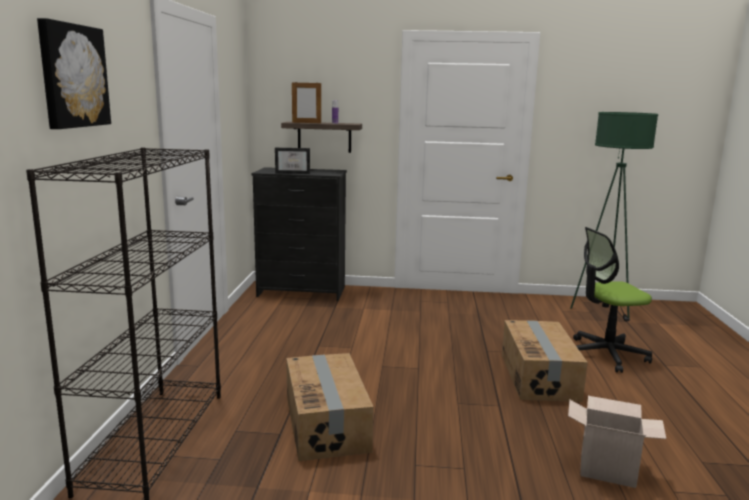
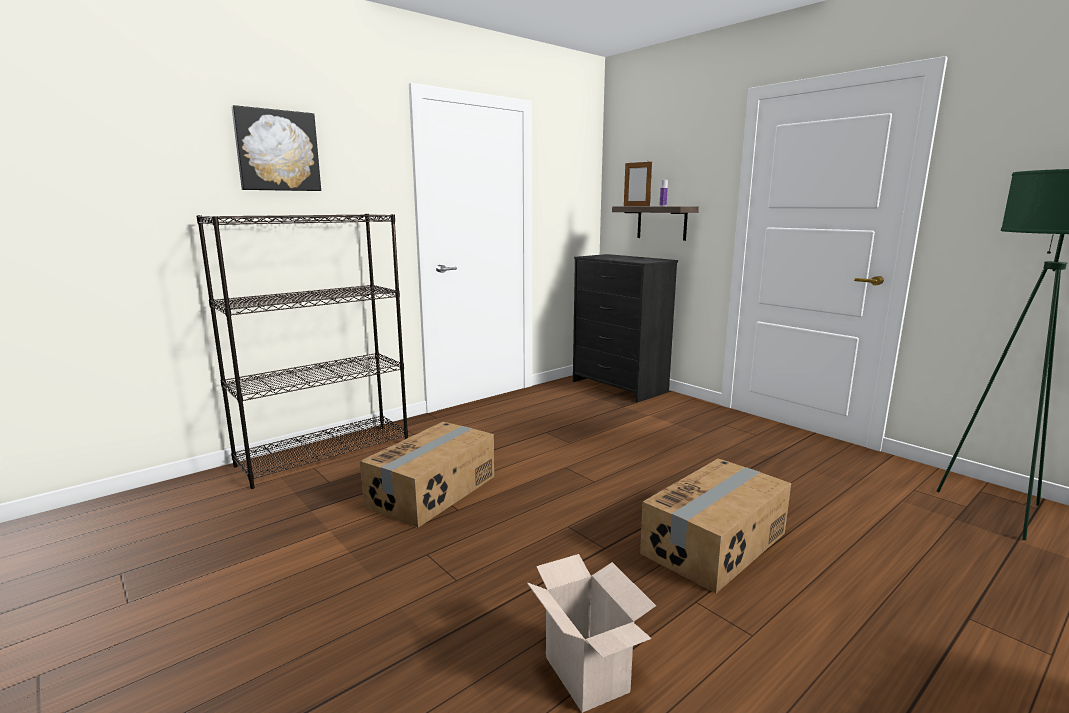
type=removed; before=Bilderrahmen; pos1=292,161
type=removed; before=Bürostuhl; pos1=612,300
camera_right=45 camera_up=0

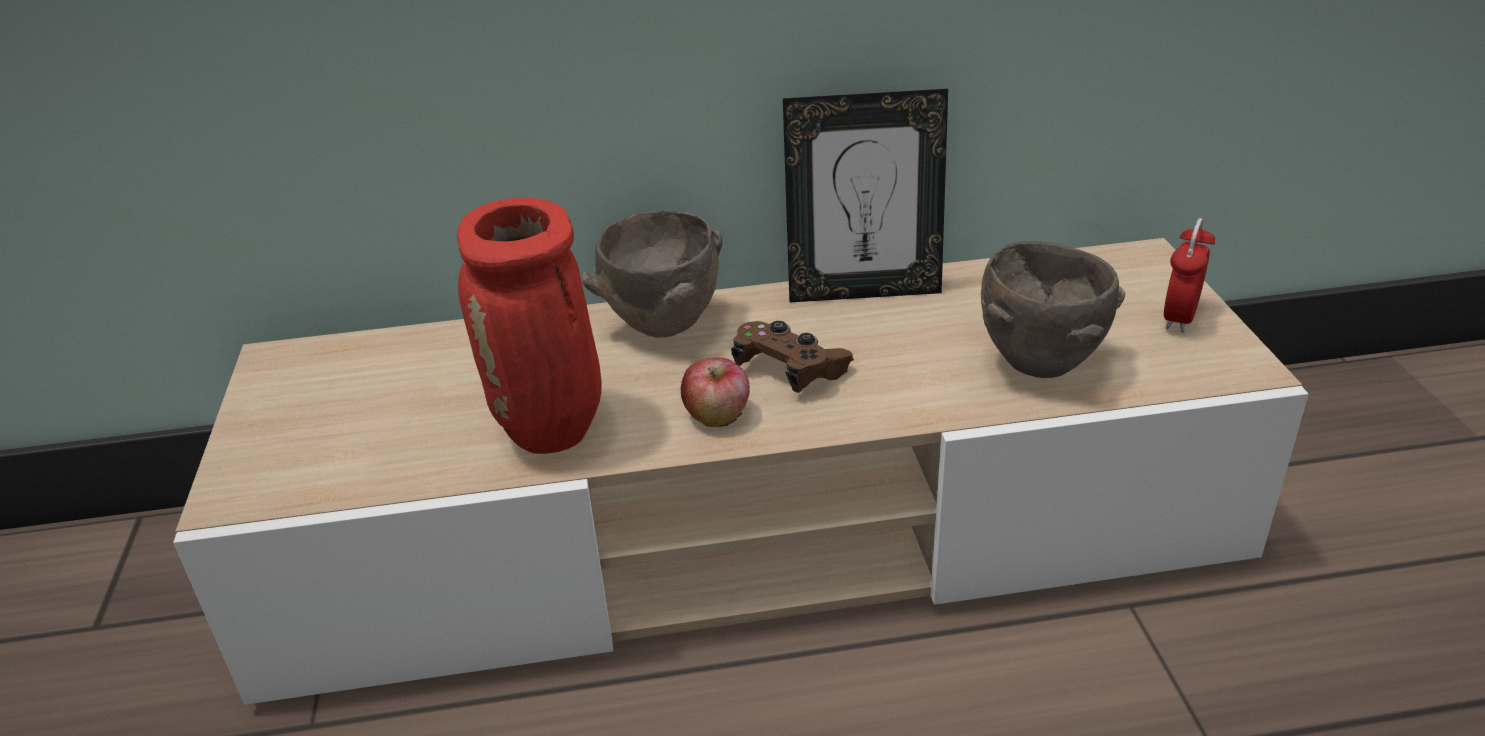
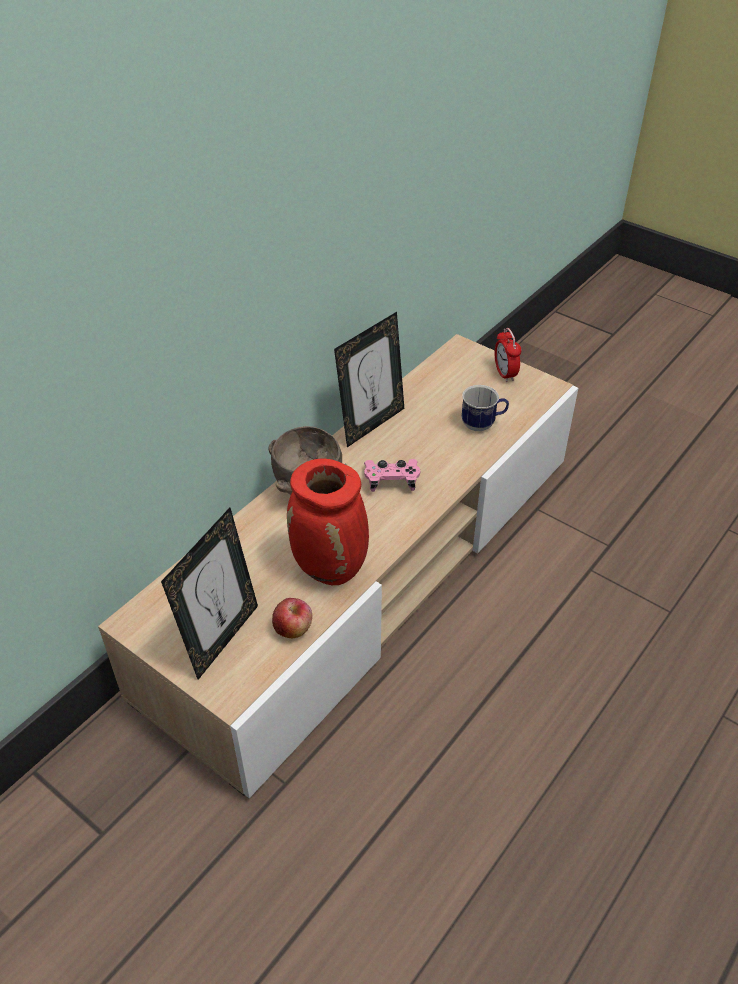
type=added; after=Bilderrahmen; pos2=209,593
type=moved; before=Apfel; pos1=715,392; pos2=292,618
type=recoloured; before=Gamepad [braun]; after=Gamepad [rosa]; pos1=792,357; pos2=392,475
type=replaced; before=Schüssel [braun]; after=Henkelbecher; pos1=1053,309; pos2=485,408
camera_right=-45 camera_up=10

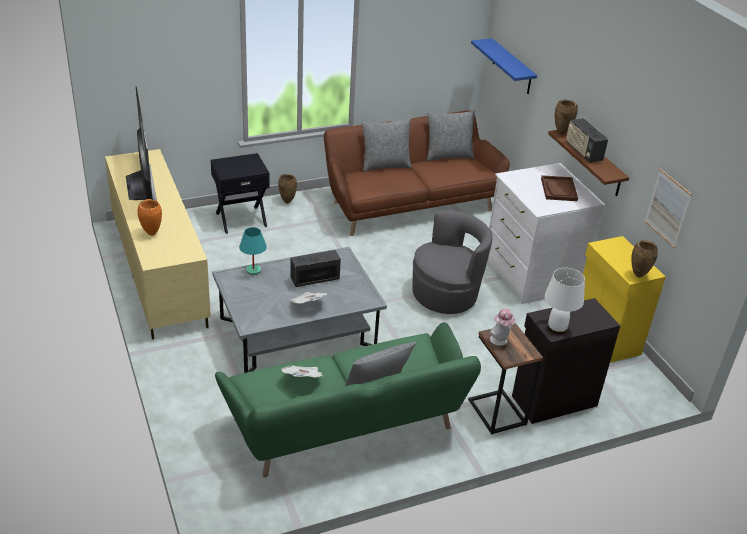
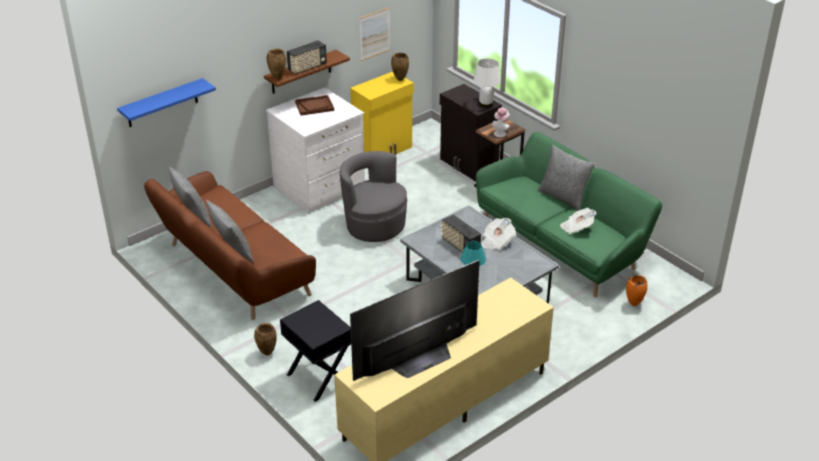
type=moved; before=Vase [orange]; pos1=149,217; pos2=637,290
camera_right=-105 camera_up=0

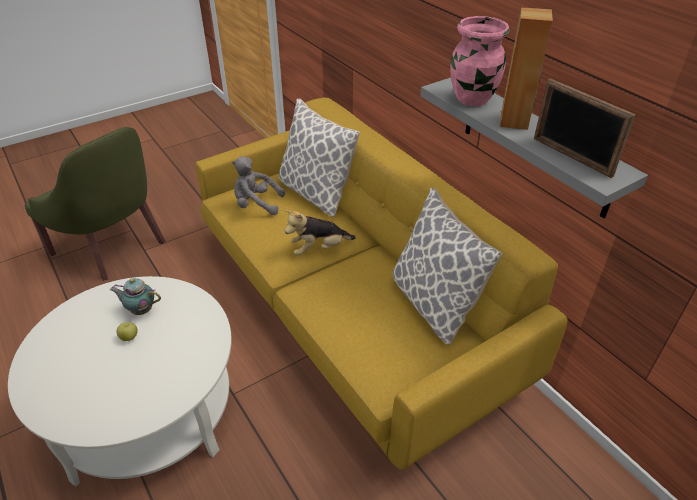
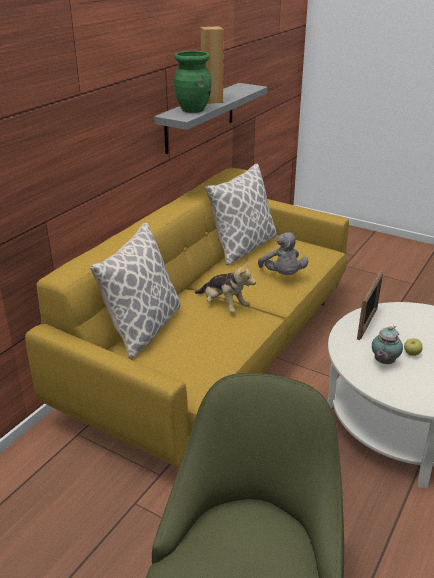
type=recoloured; before=Vase [rosa]; after=Vase [grün]; pos1=480,61; pos2=192,82
type=moved; before=Plüschtier [grau]; pos1=258,185; pos2=283,253
type=moved; before=Bilderrahmen; pos1=585,128; pos2=370,305
type=turned; before=Teekanne; pos1=135,296; pos2=387,345; turn=45
camera_right=-115 camera_up=-10

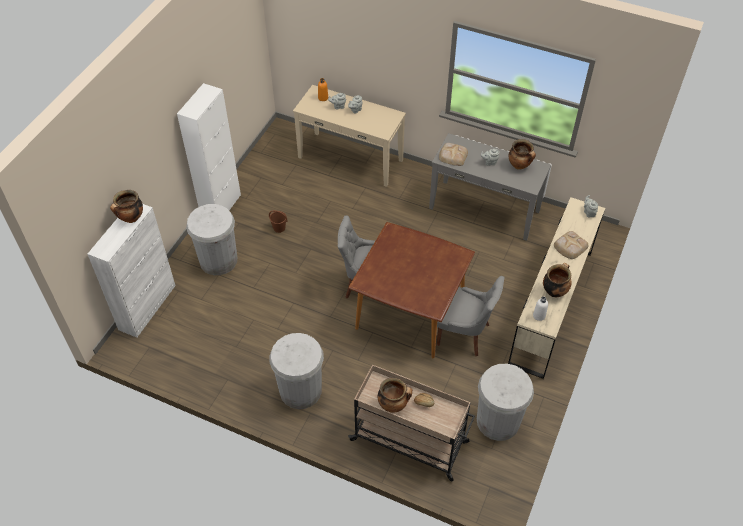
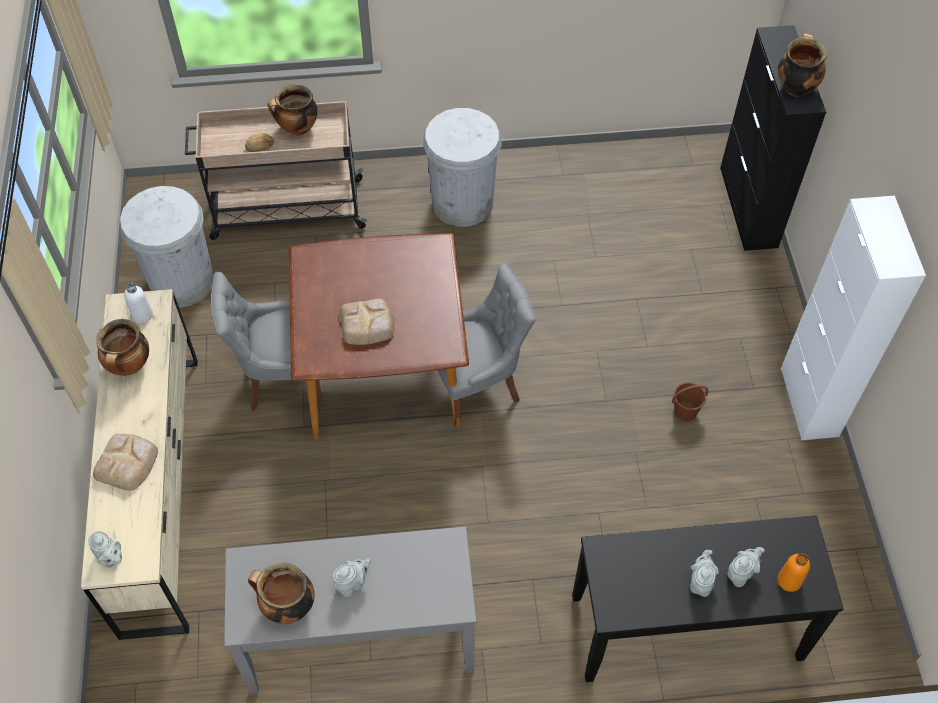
type=moved; before=Brot; pos1=453,154; pos2=367,322
type=recoloured; before=Konsolentisch [beige]; after=Konsolentisch [schwarz]; pos1=349,136; pos2=708,598
type=recoloured; before=Schrank [weiß]; after=Schrank [schwarz]; pos1=132,271; pos2=773,138
type=removed; before=Mülleimer [weiß]; pos1=211,239
camera_right=150 camera_up=5

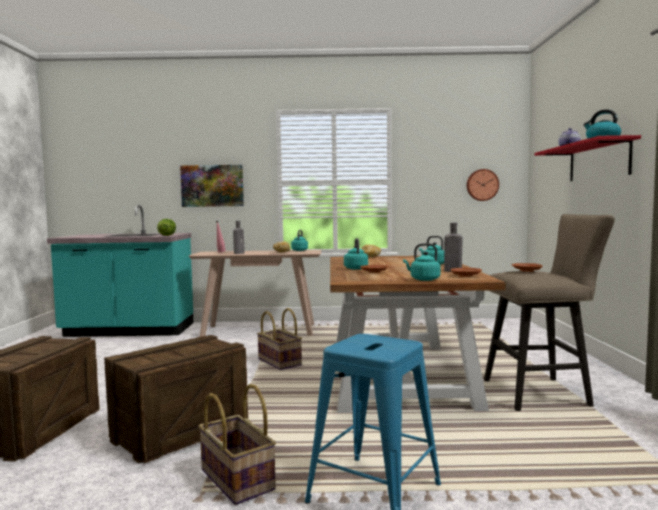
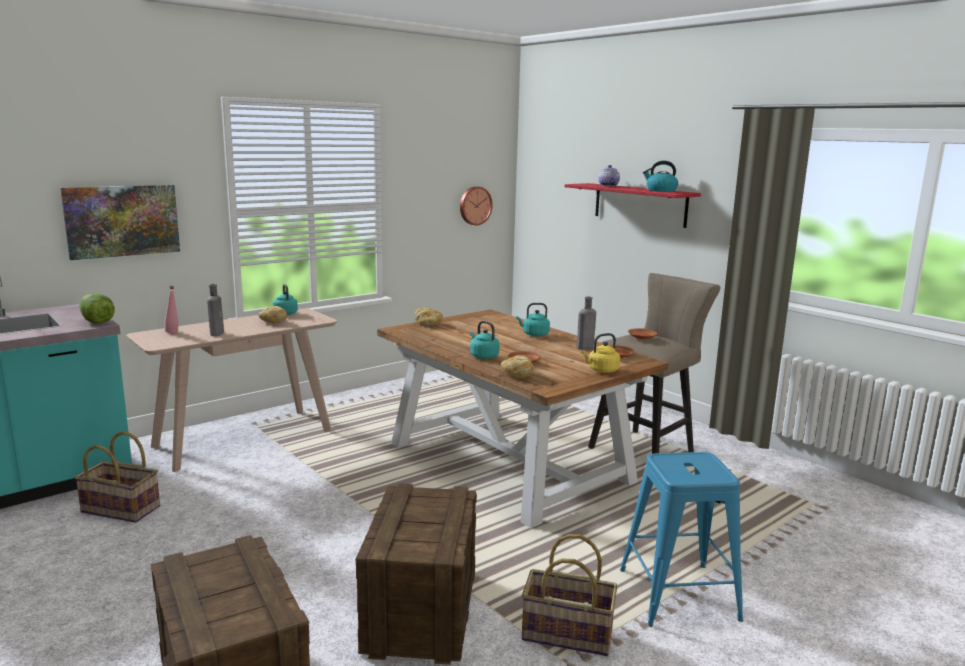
type=moved; before=Korb; pos1=279,339; pos2=117,477
type=added; after=Brot; pos2=517,366
type=recoloured; before=Wasserkessel [türkis]; after=Wasserkessel [gelb]; pos1=422,262; pos2=601,353
camera_right=-40 camera_up=10

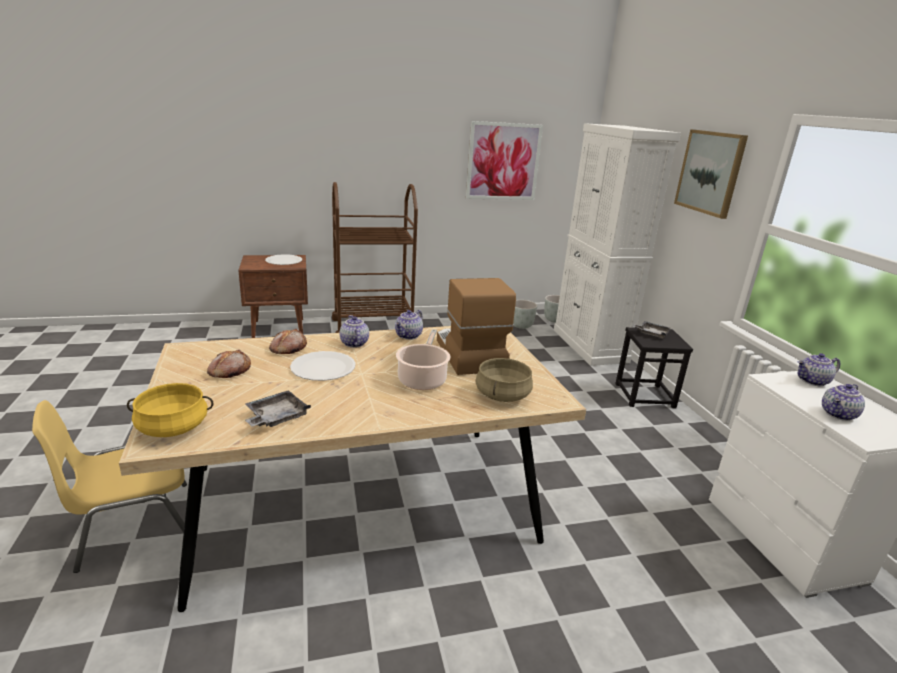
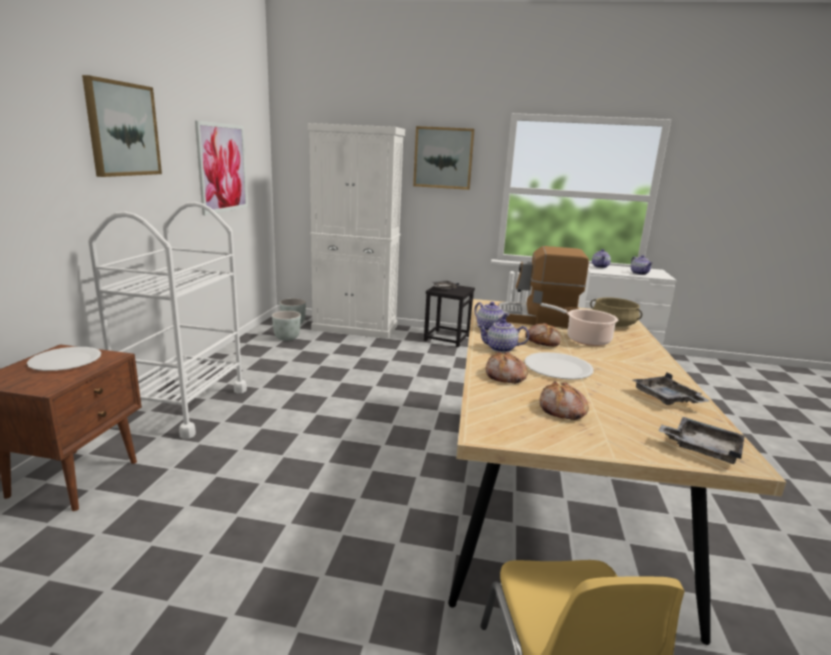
type=added; after=Bild; pos2=122,126
type=recoloured; before=Rollwagen [braun]; after=Rollwagen [weiß]; pos1=375,257; pos2=167,320
type=added; after=Brot; pos2=543,334
type=replaced; before=Kochtopf [gelb]; after=Tablett [grau]; pos1=170,410; pos2=701,440
camera_right=-65 camera_up=-5

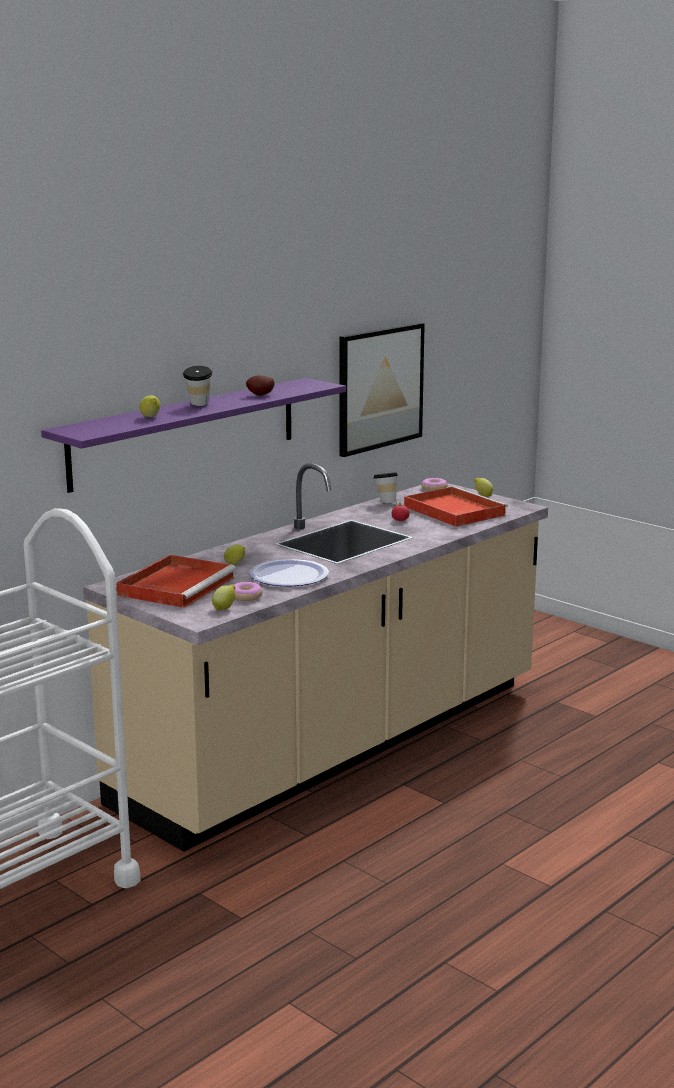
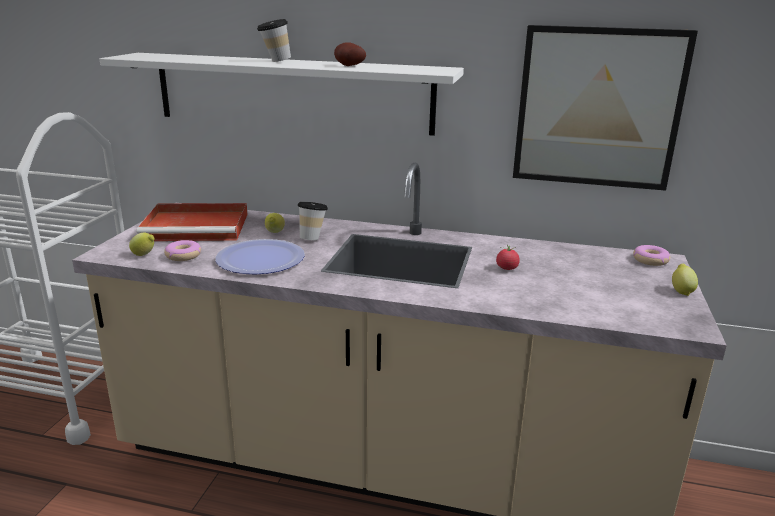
type=recoloured; before=Wandregal [lila]; after=Wandregal [weiß]; pos1=193,435; pos2=282,94
type=moved; before=Tasse; pos1=385,487; pos2=313,221
type=removed; before=Zitrone; pos1=150,406
type=removed; before=Tablett [rot]; pos1=456,506
camera_right=60 camera_up=5

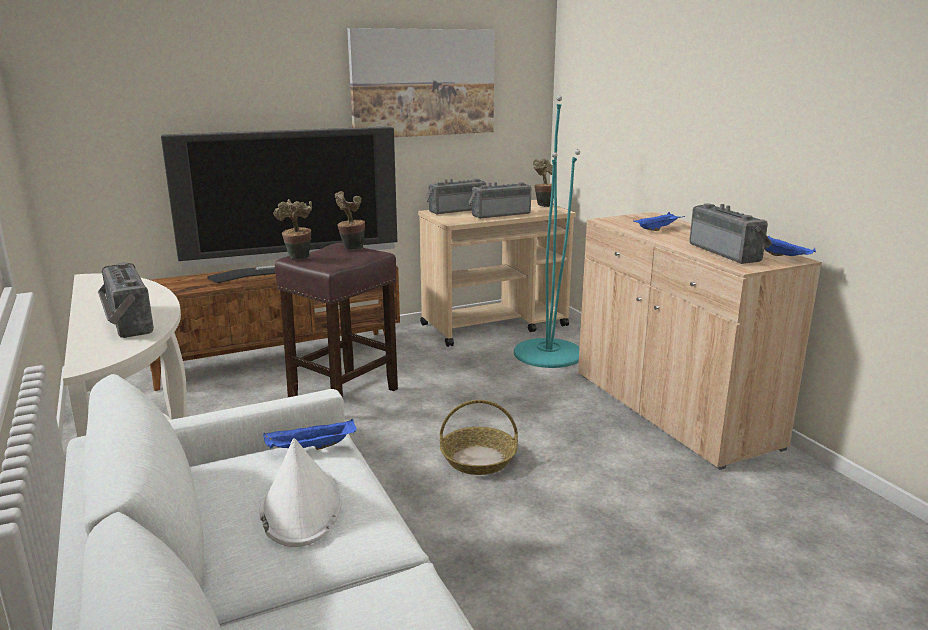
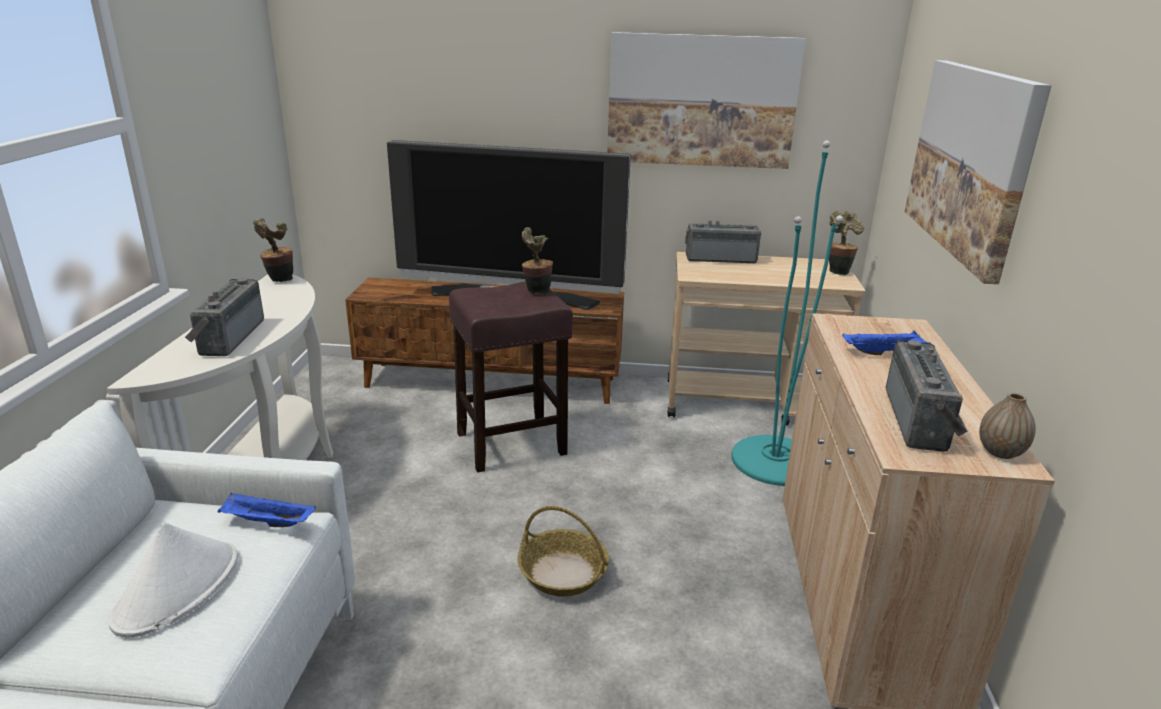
type=moved; before=Topfpflanze; pos1=293,229; pos2=273,250
type=added; after=Bild; pos2=978,172
type=replaced; before=Tablett [blau]; after=Vase; pos1=790,246; pos2=1007,426
type=removed; before=Radio; pos1=500,200
camera_right=30 camera_up=5

